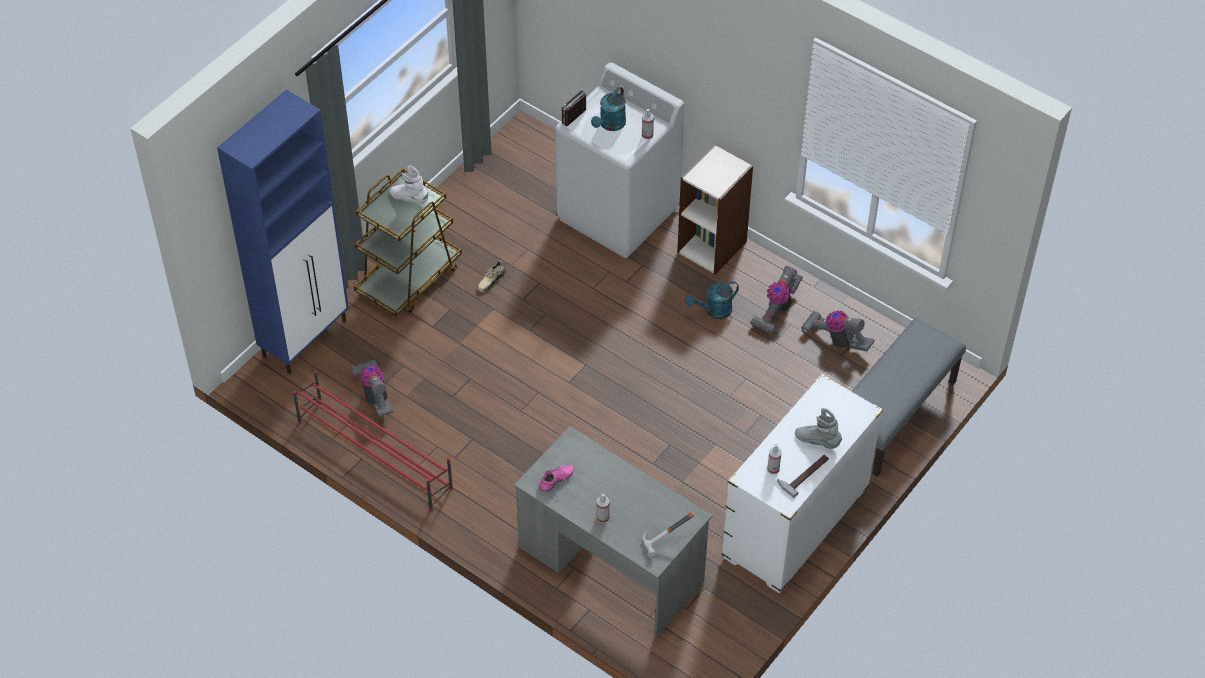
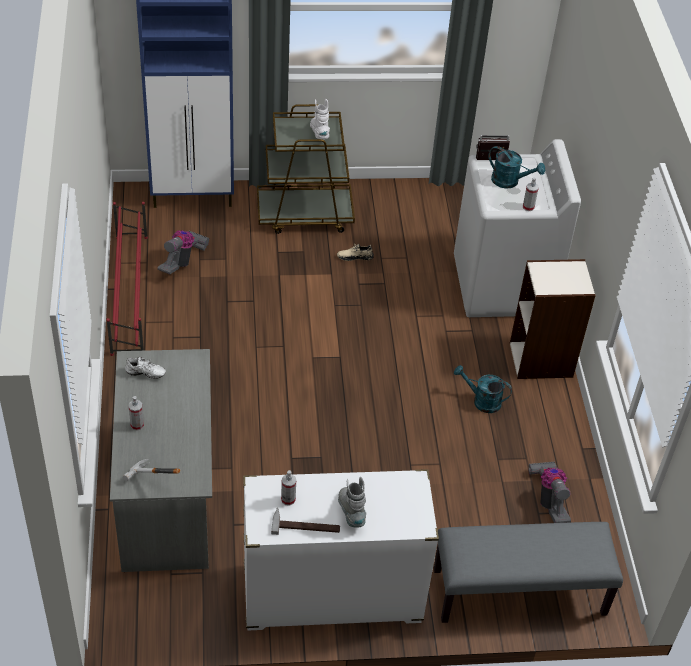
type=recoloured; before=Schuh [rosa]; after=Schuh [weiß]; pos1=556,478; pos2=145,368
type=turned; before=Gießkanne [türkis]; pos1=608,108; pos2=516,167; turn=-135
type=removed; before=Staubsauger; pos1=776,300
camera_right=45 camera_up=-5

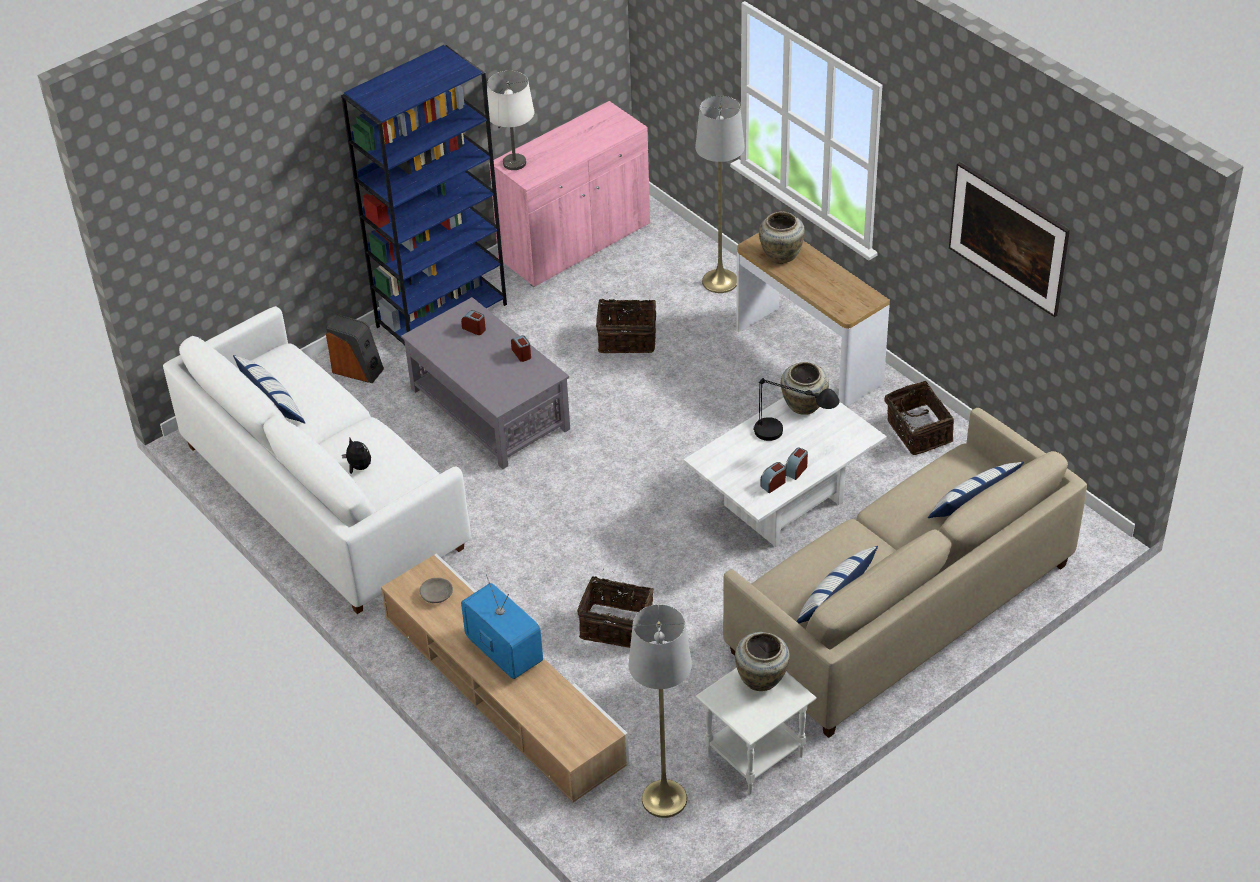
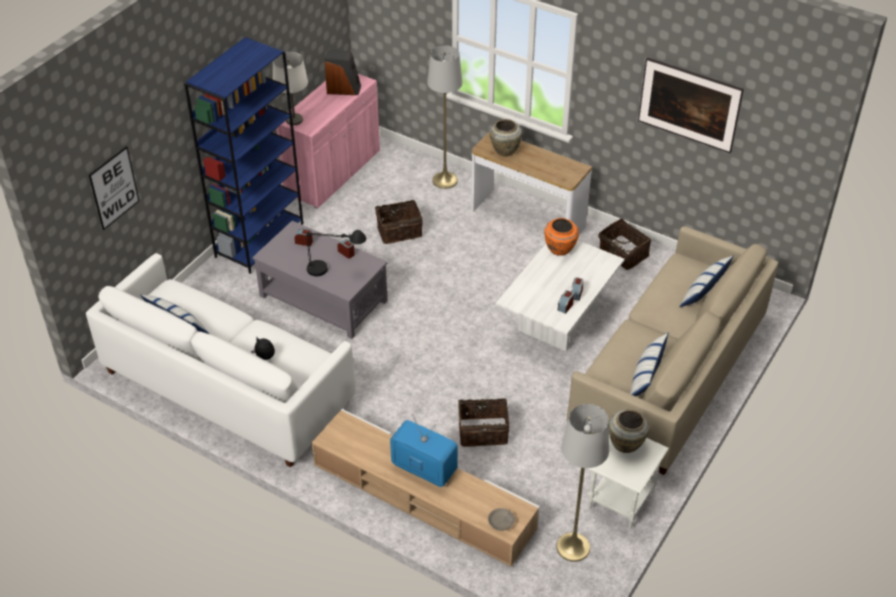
type=added; after=Bild; pos2=114,188
type=moved; before=Tischlampe [schwarz]; pos1=797,409; pos2=336,253
type=moved; before=Lautsprecher; pos1=355,348; pos2=343,72
type=moved; before=Schüssel [grau]; pos1=436,590; pos2=501,519
type=recoloured; before=Vase [beige]; after=Vase [orange]; pos1=805,388; pos2=561,237
camera_right=-20 camera_up=0

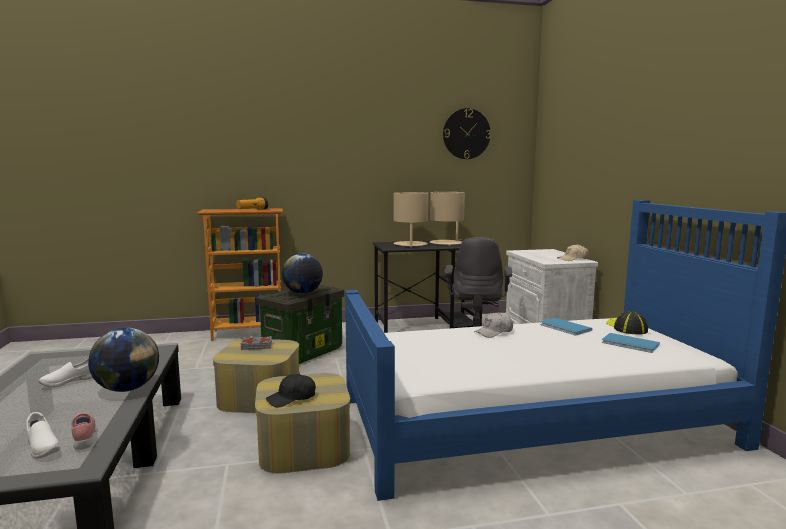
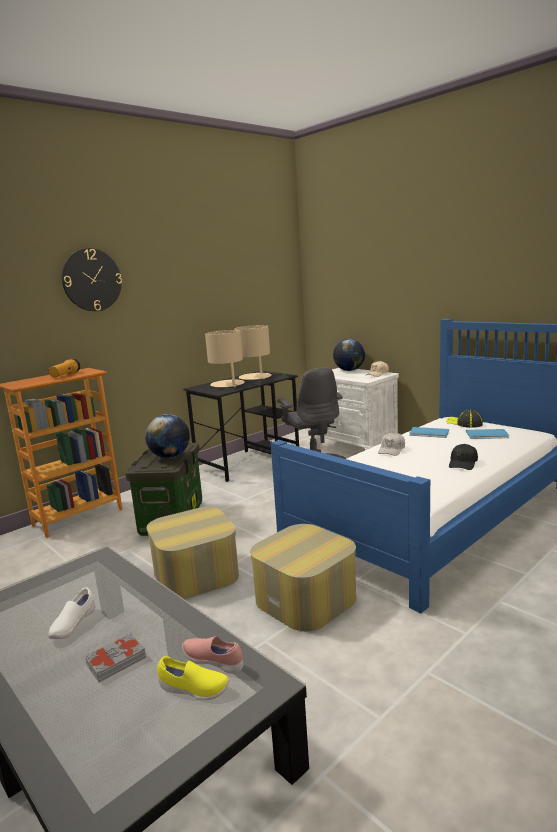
type=moved; before=Wanduhr; pos1=467,133; pos2=92,279
type=moved; before=Buch [grau]; pos1=256,343; pos2=115,657
type=recoloured; before=Schuh [weiß]; after=Schuh [gelb]; pos1=43,435; pos2=193,678
type=moved; before=Globus; pos1=123,360; pos2=349,355
type=moved; before=Kappe [schwarz]; pos1=291,390; pos2=463,457
camera_right=-30 camera_up=5

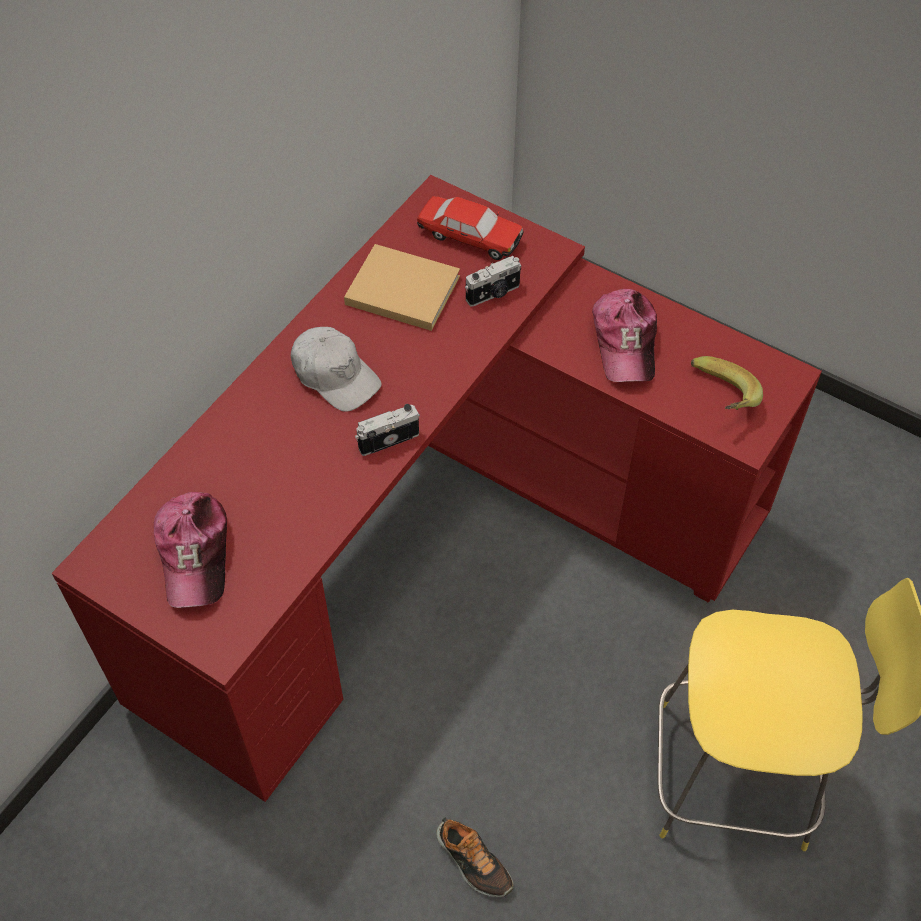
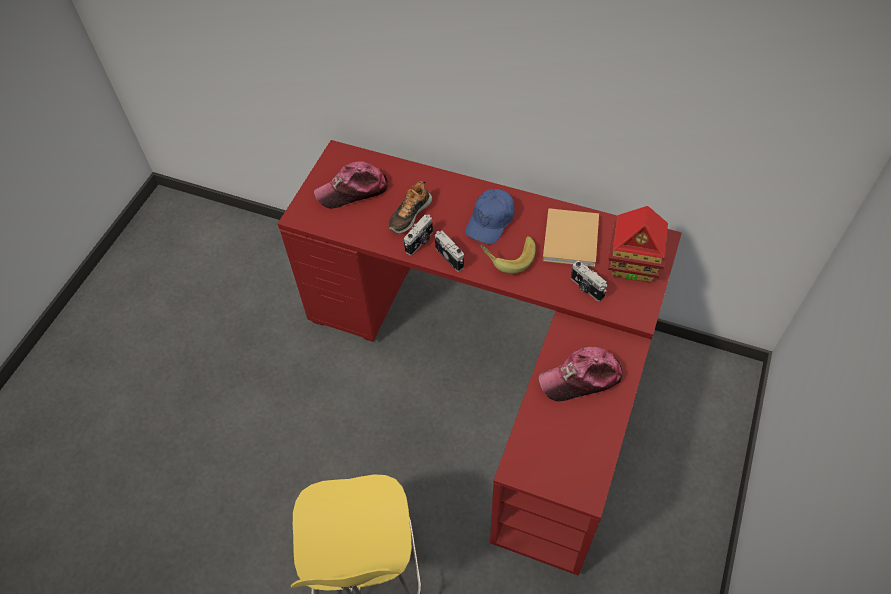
type=moved; before=Schuh; pos1=475,857; pos2=410,207
type=added; after=Kamera; pos2=418,235
type=recoloured; before=Kappe [weiß]; after=Kappe [blau]; pos1=336,369; pos2=490,216
type=moved; before=Banane; pos1=727,383; pos2=508,254
type=replaced; before=Spielzeugauto; after=Spielzeughaus; pos1=470,228; pos2=638,244
camera_right=80 camera_up=0

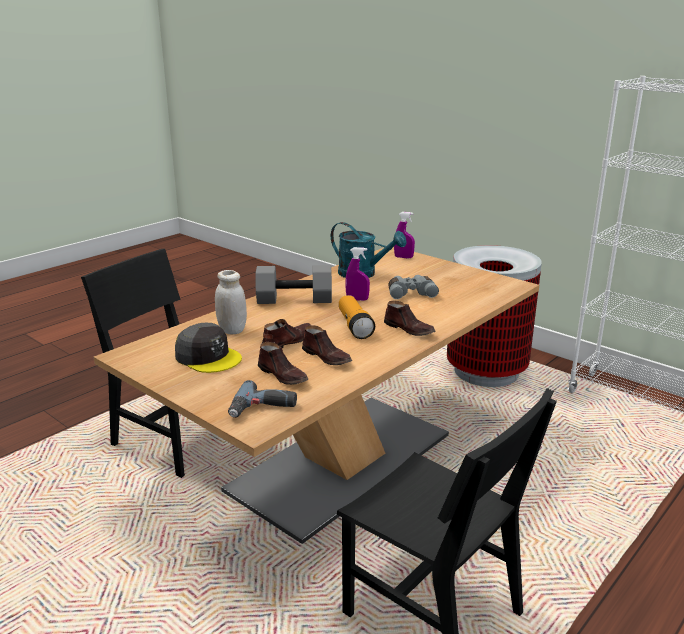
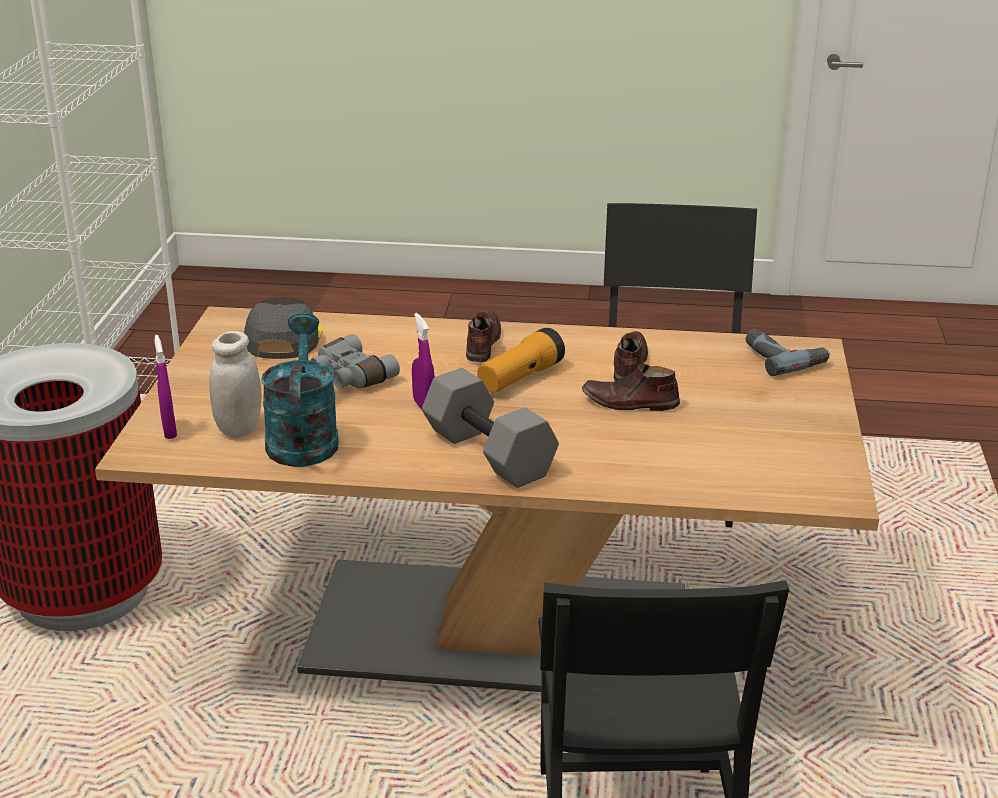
type=moved; before=Vorratsglas [weiß]; pos1=231,302; pos2=235,384
type=moved; before=Kappe [grau]; pos1=208,348; pos2=283,328
type=removed; before=Schuh [braun]; pos1=283,363
camera_right=-125 camera_up=5

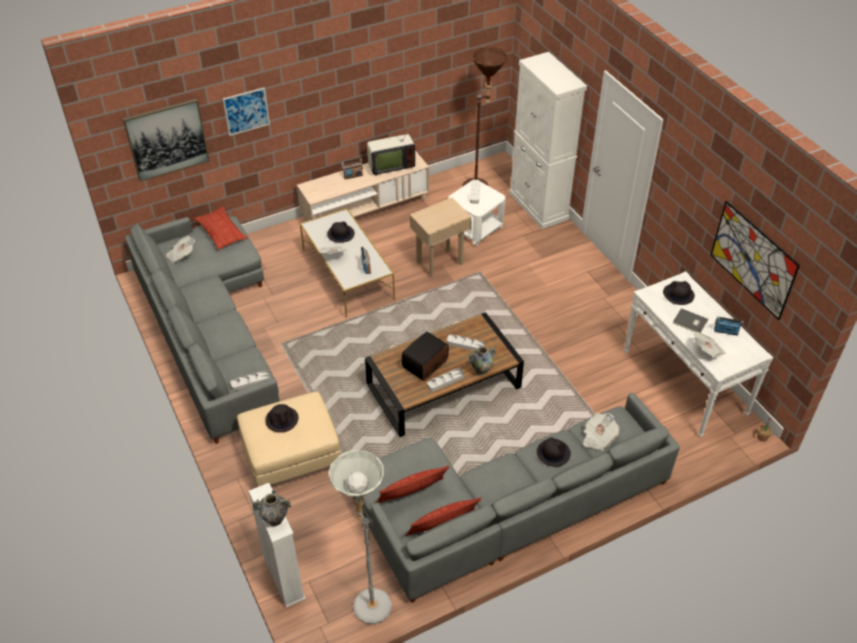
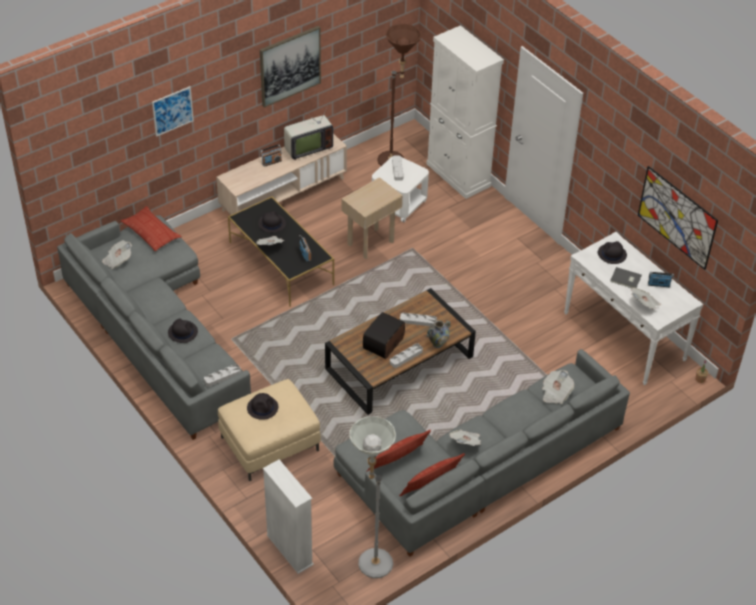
type=moved; before=Hut [schwarz]; pos1=554,452; pos2=183,331
type=recoloured; before=Couchtisch [weiß]; after=Couchtisch [schwarz]; pos1=347,263; pos2=281,252
type=moved; before=Bild; pos1=166,140; pos2=290,67
type=added; after=Zeitung; pos2=465,438
type=removed; before=Vase; pos1=272,508
camera_right=-10 camera_up=0

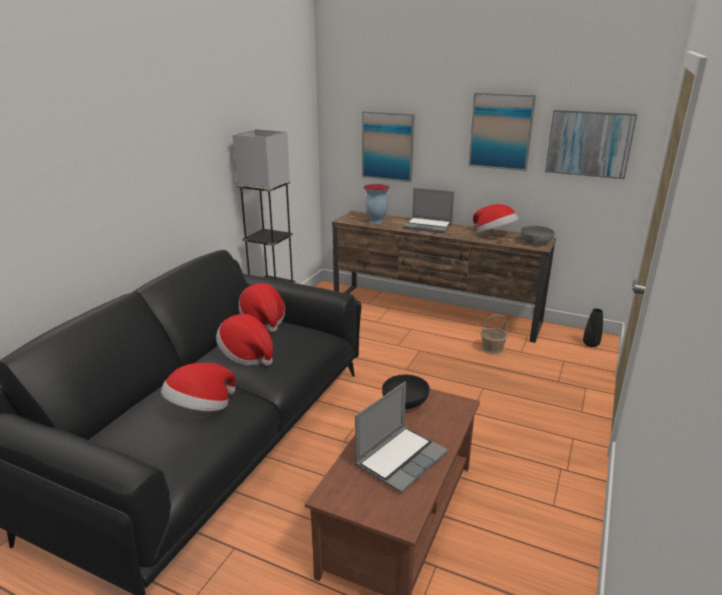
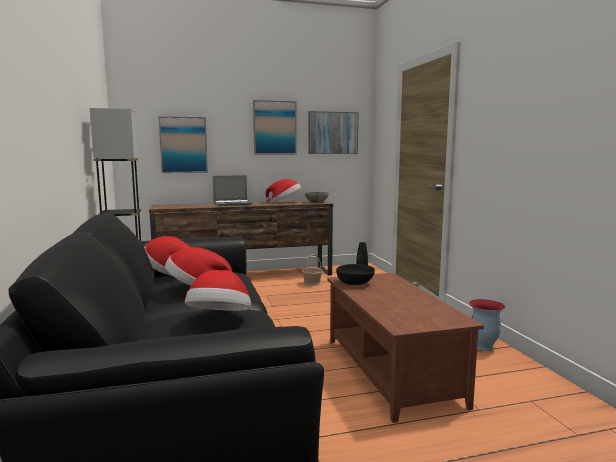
type=moved; before=Vase; pos1=376,204; pos2=487,325
type=removed; before=Laptop; pos1=401,438
camera_right=-40 camera_up=-15

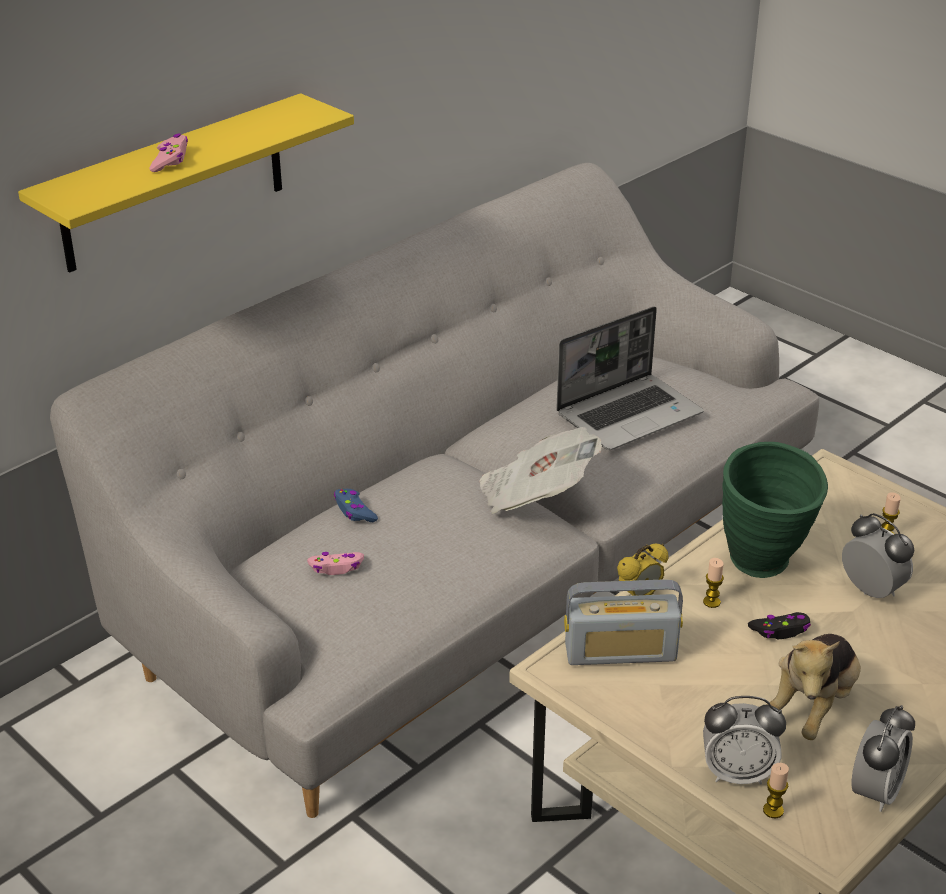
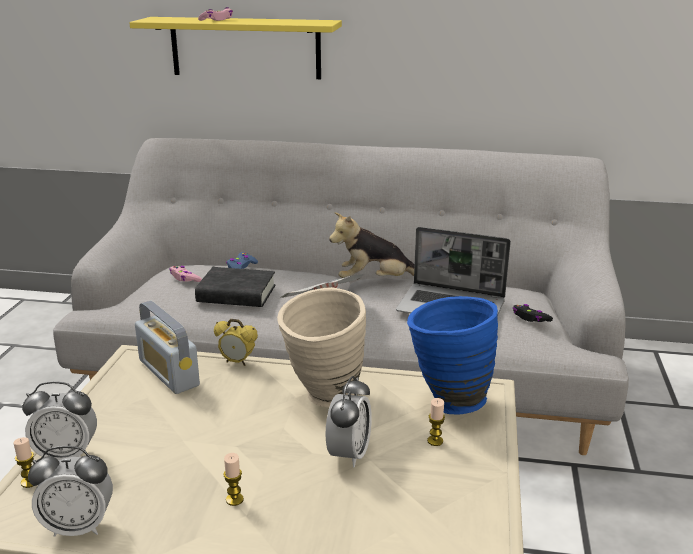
type=turned; before=Wecker; pos1=744,740; pos2=59,421; turn=-60
type=added; after=Buch [schwarz]; pos2=235,287
type=moved; before=Kerze; pos1=713,583; pos2=233,479
type=recoloured; before=Vase [grün]; after=Vase [beige]; pos1=775,510; pos2=321,347
type=moved; before=Plüschtier; pos1=813,687; pos2=372,245
type=added; after=Vase [blau]; pos2=452,355
type=moved; before=Gamepad [schwarz]; pos1=779,625; pos2=533,313
camera_right=55 camera_up=-10

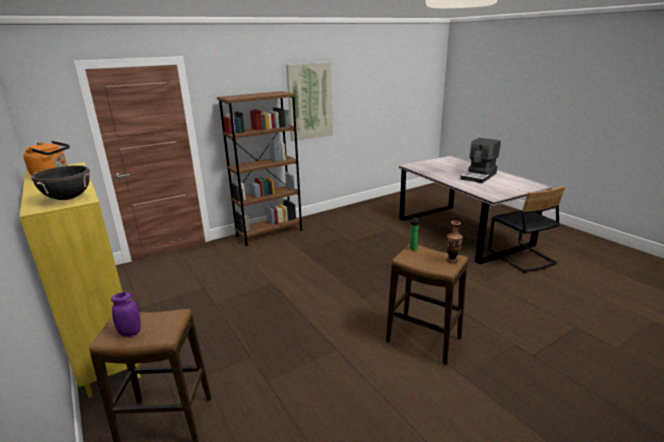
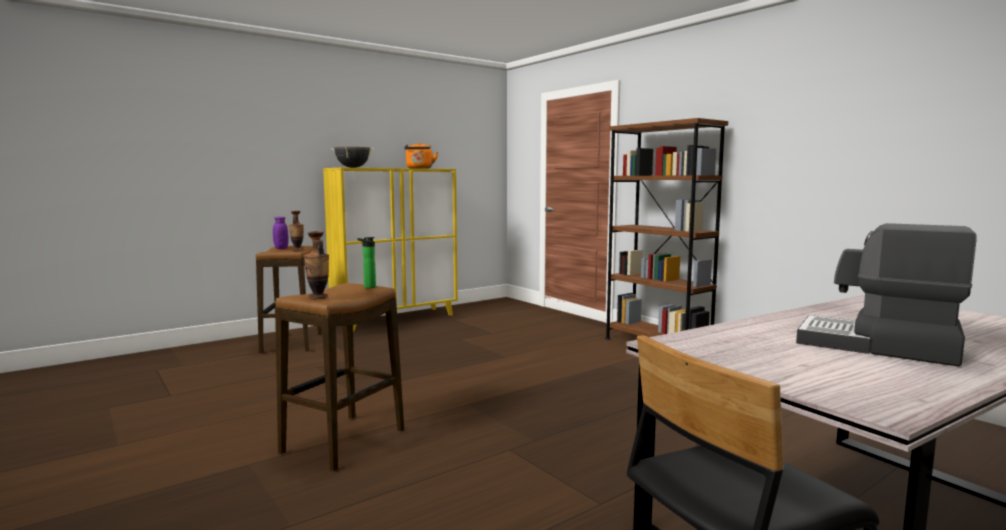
type=added; after=Vase; pos2=296,230
type=removed; before=Bild; pos1=309,101
camera_right=85 camera_up=-15

